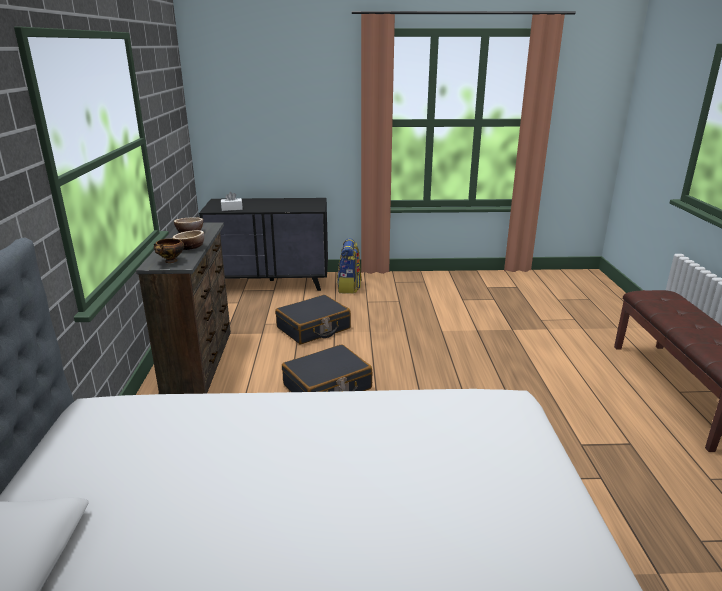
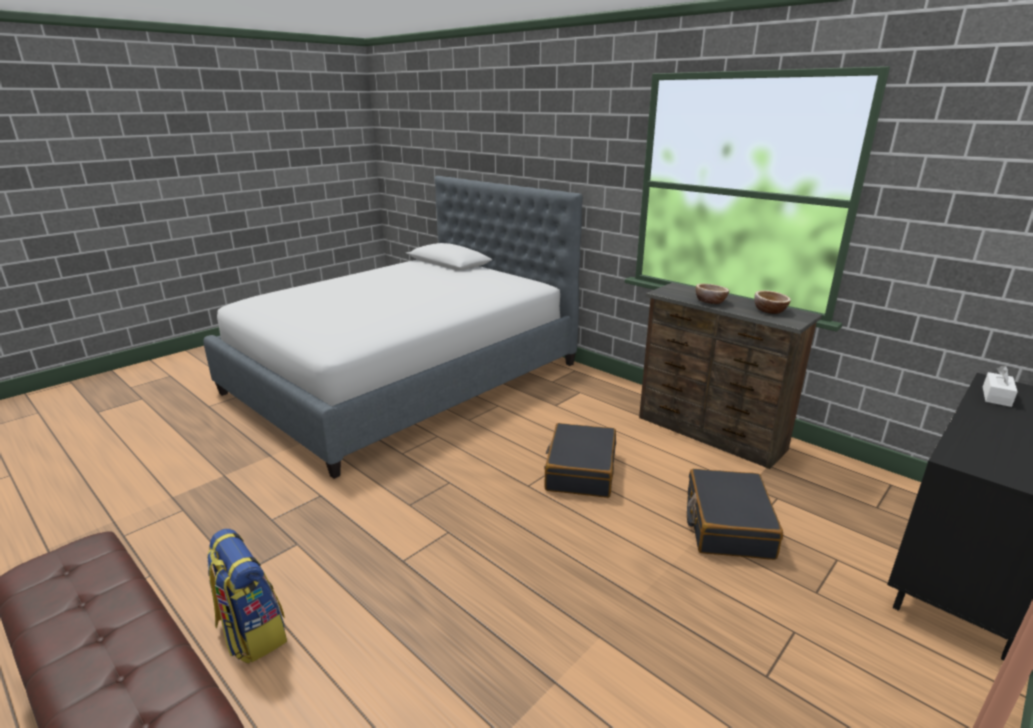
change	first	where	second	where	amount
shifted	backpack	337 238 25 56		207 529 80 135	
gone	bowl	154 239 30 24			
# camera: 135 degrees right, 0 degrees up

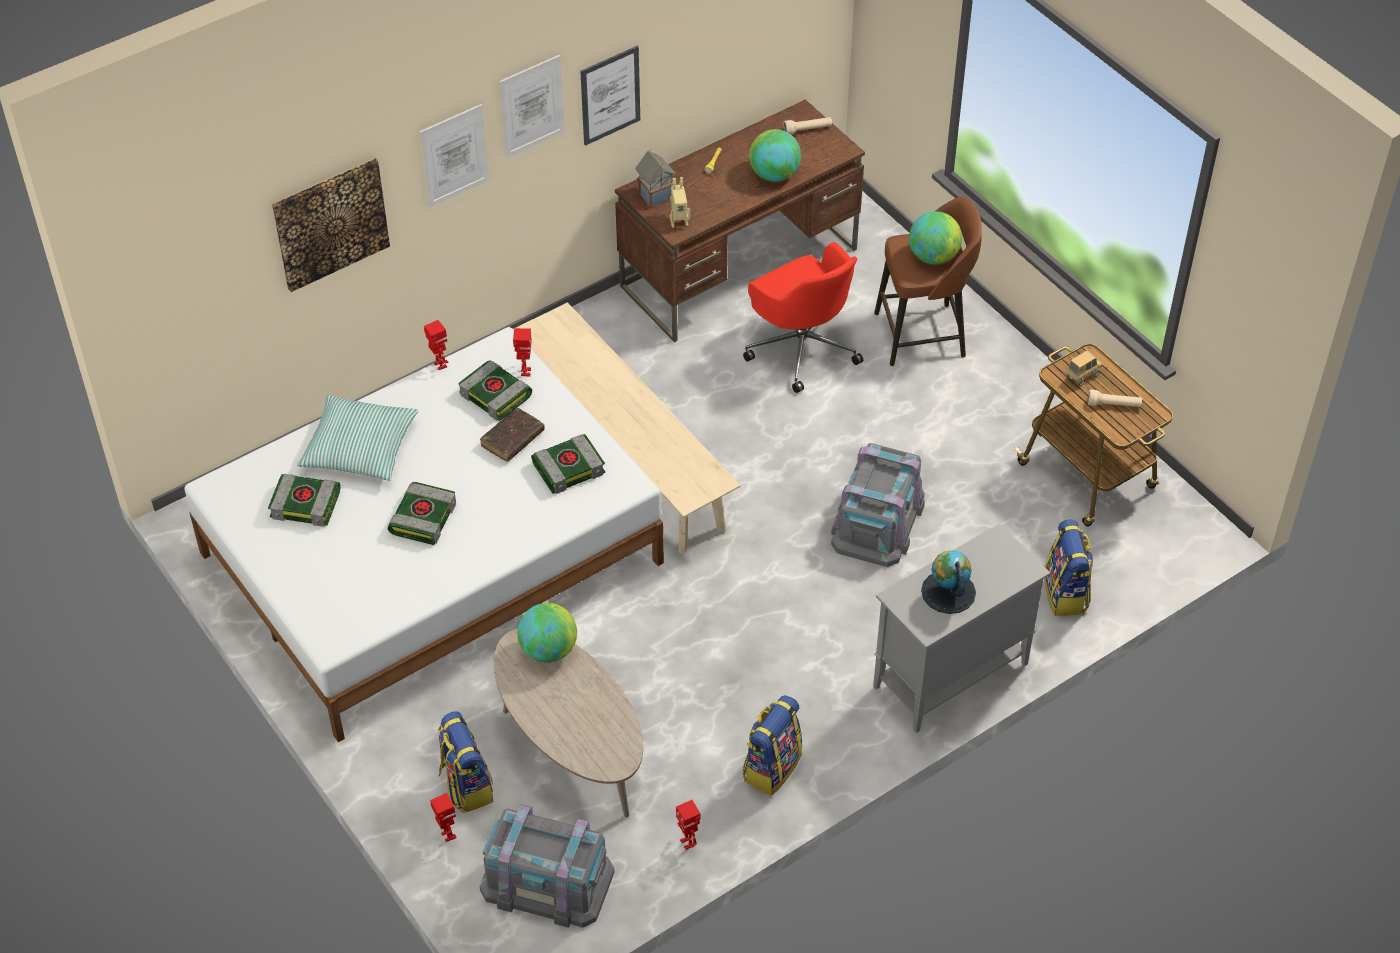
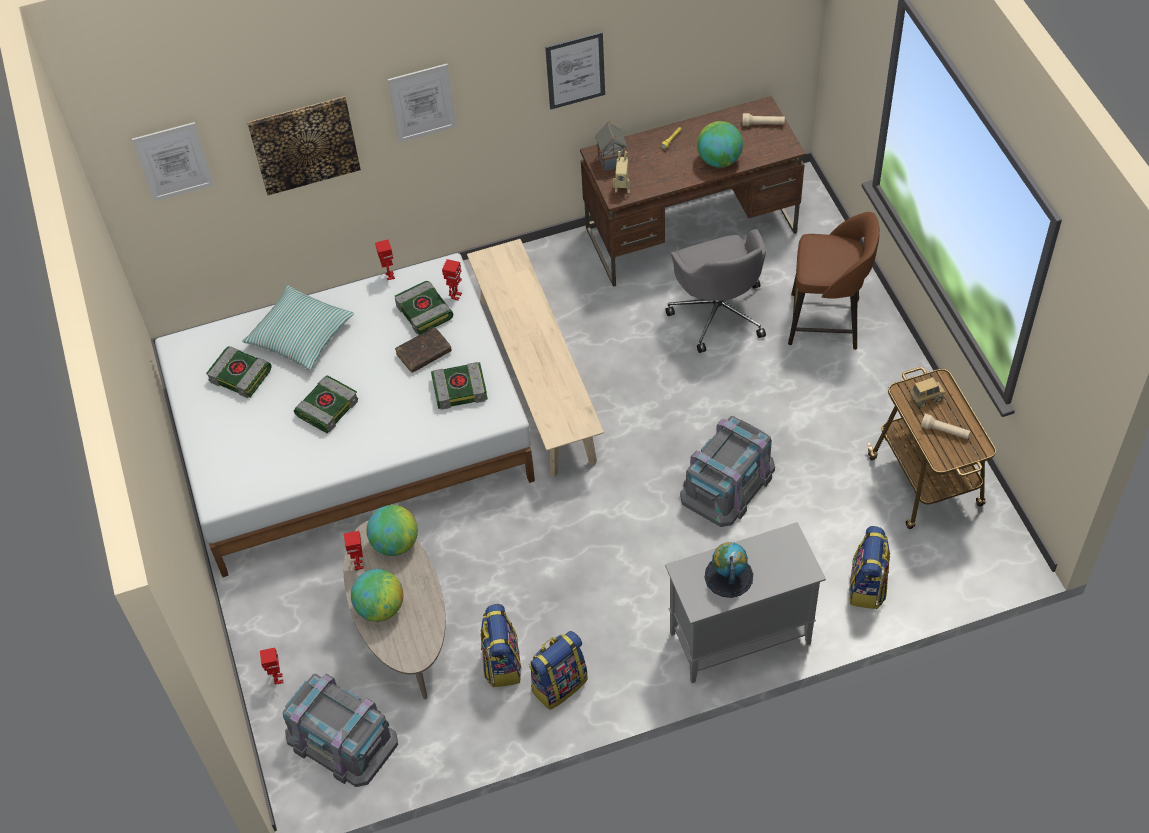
change	first	where	second	where	amount
shifted	picture	499 55 66 103		132 122 82 79	
shifted	globe	909 211 53 54		351 569 52 53	
repainted	office chair (red)	743 242 120 151	office chair (grey)	666 229 100 124	
shifted	backpack	438 711 55 102		481 604 41 83	
shifted	toy robot	676 800 24 50		344 531 19 40	
# camera: 20 degrees right, 5 degrees up

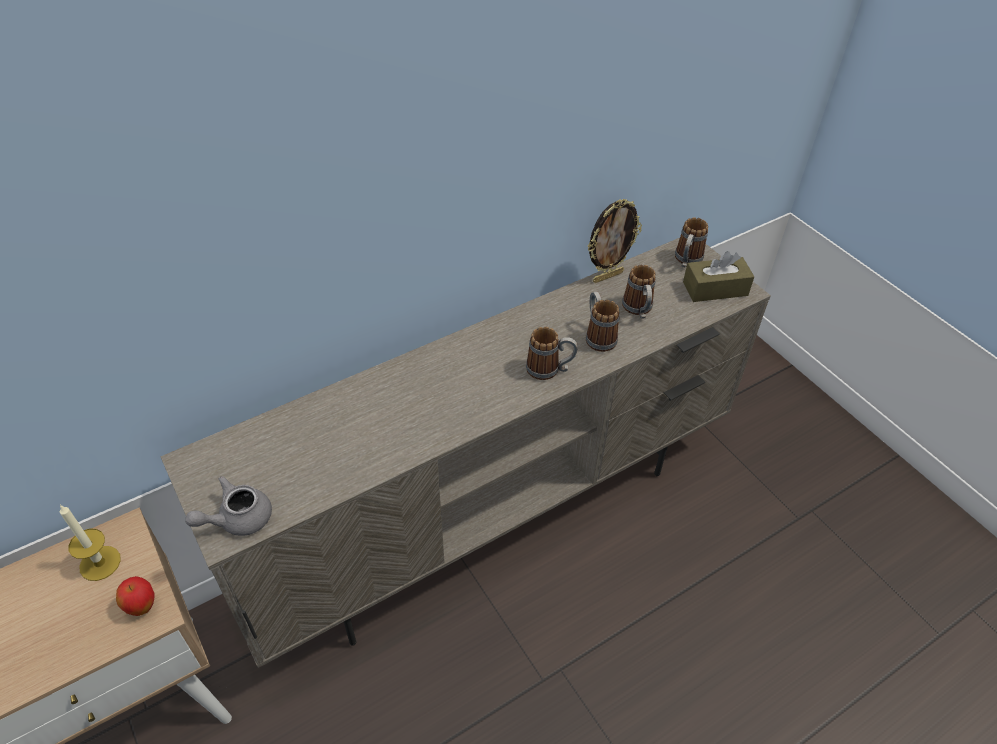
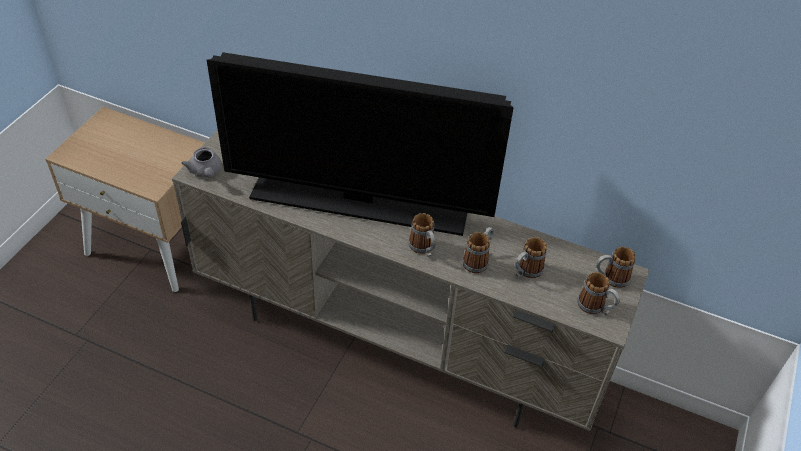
change	first	where	second	where	amount
gone	picture frame	588 199 54 84			
swapped	tissue box (brown)	683 251 71 51	mug	577 272 43 43	
rotated	teapot (grey)	185 476 87 60		181 148 41 29	135 degrees counterclockwise
gone	candle	60 504 61 77			
gone	apple	116 576 39 40			
new			television	207 52 307 184	
# camera: 55 degrees right, 0 degrees up

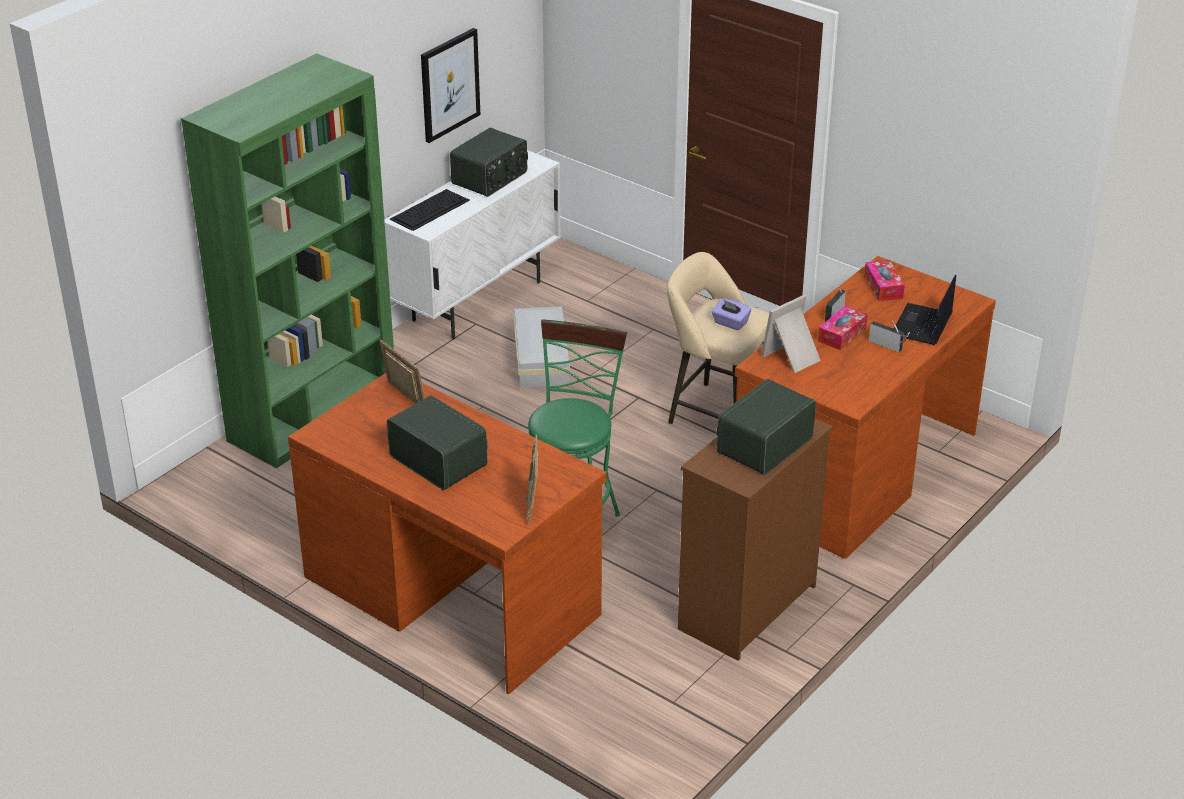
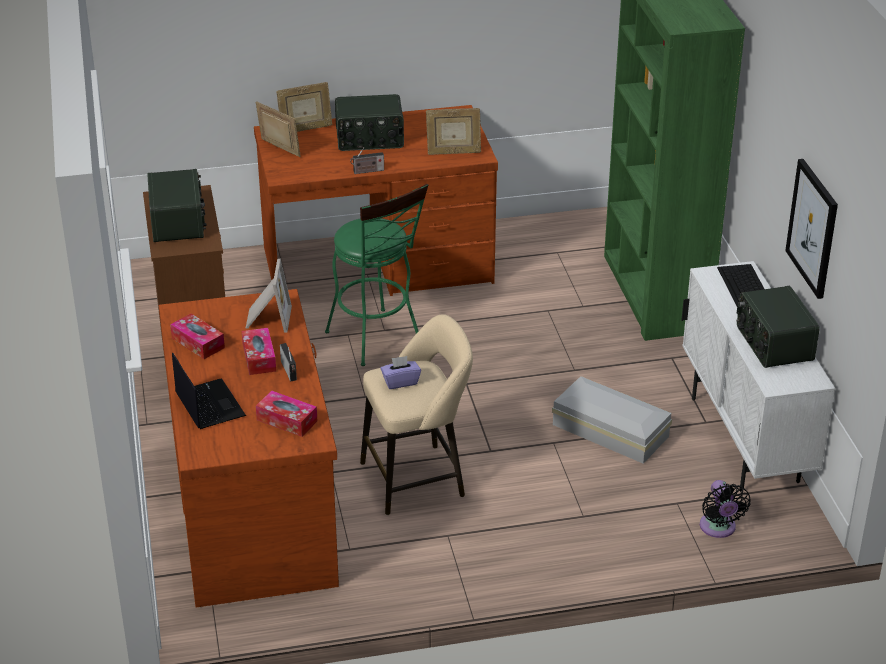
change	first	where	second	where	amount
shifted	radio	869 320 37 32		350 147 34 27	
new			picture frame	276 82 56 50	
new			tissue box	170 314 55 45	
new			fan (black)	700 480 50 58	
# camera: 130 degrees right, 0 degrees up

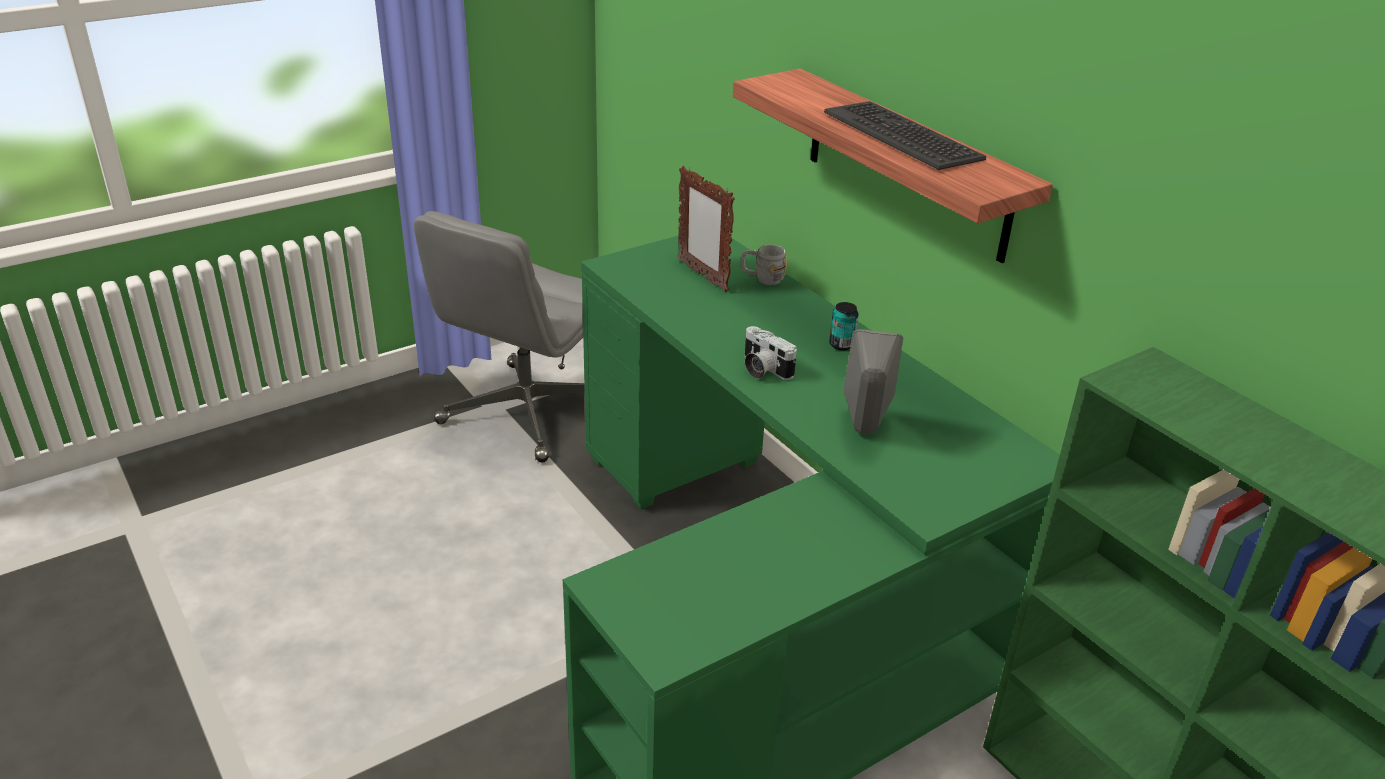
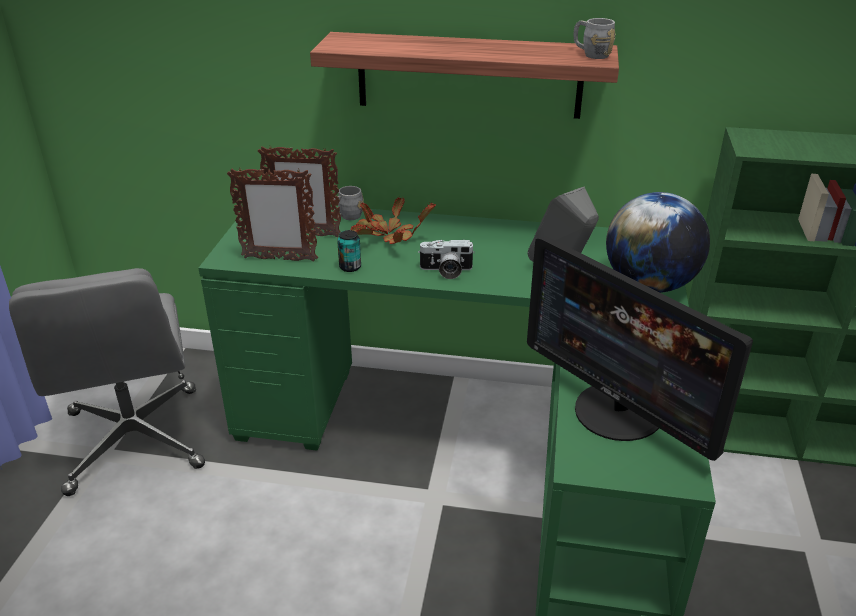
change	first	where	second	where	amount
gone	keyboard	824 101 162 69			
shifted	can	829 302 30 49		337 230 24 42	
new			mug (grey)	573 18 43 41	
new			picture frame	227 168 91 94	
new			globe	606 192 104 101	
new			potted plant	351 197 85 47	
new			monitor	527 236 226 225	
# camera: 45 degrees left, 0 degrees up

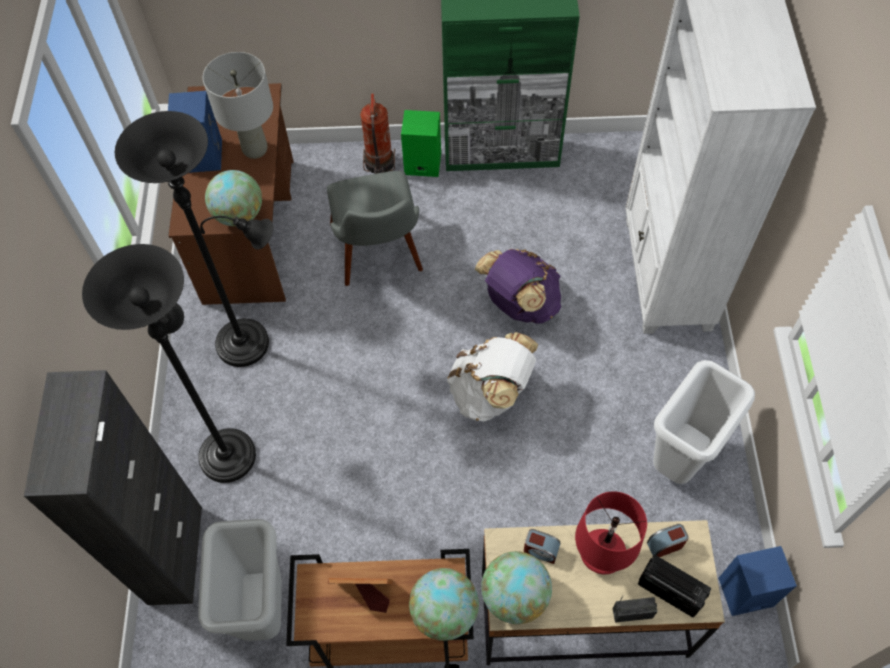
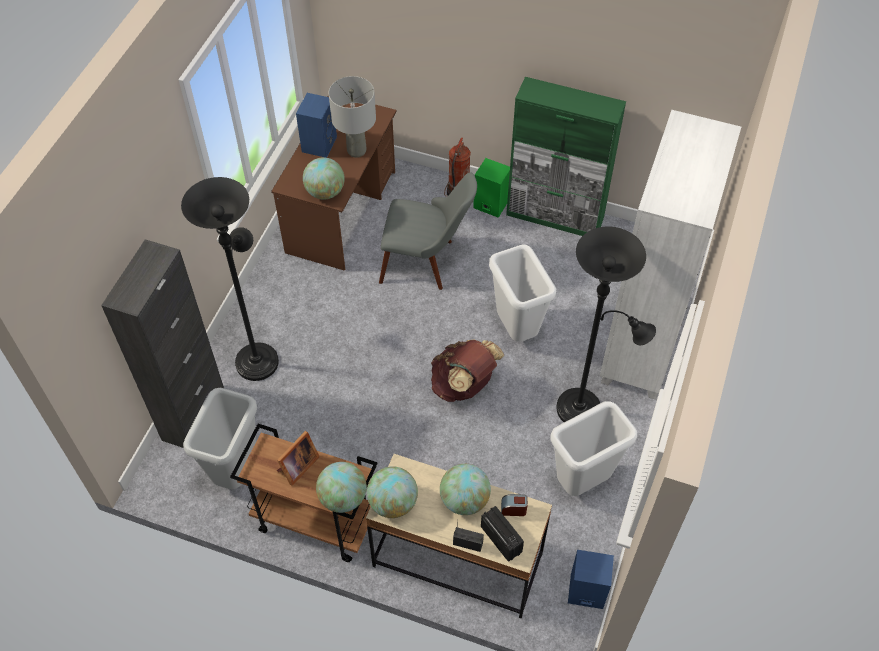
change	first	where	second	where	amount
shifted	floor lamp (black)	115 111 158 256		556 227 100 195	
rotated	chair (grey)	327 171 96 115		379 172 98 118	90 degrees counterclockwise
swapped	backpack (purple)	475 249 86 74	trash can (white)	489 244 67 98	
repainted	backpack (white)	447 332 91 89	backpack (brown)	431 339 73 63	
swapped	table lamp (red)	575 492 72 82	globe	440 464 51 51	
gone	alarm clock	524 529 36 35			
rotated	picture frame	328 578 64 35		277 431 43 55	105 degrees clockwise
# camera: 20 degrees right, 5 degrees down

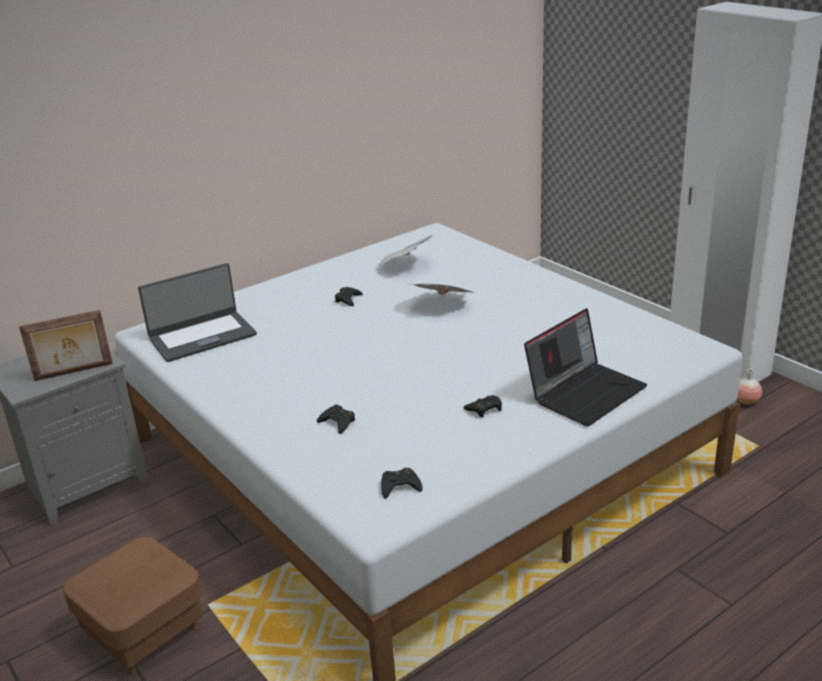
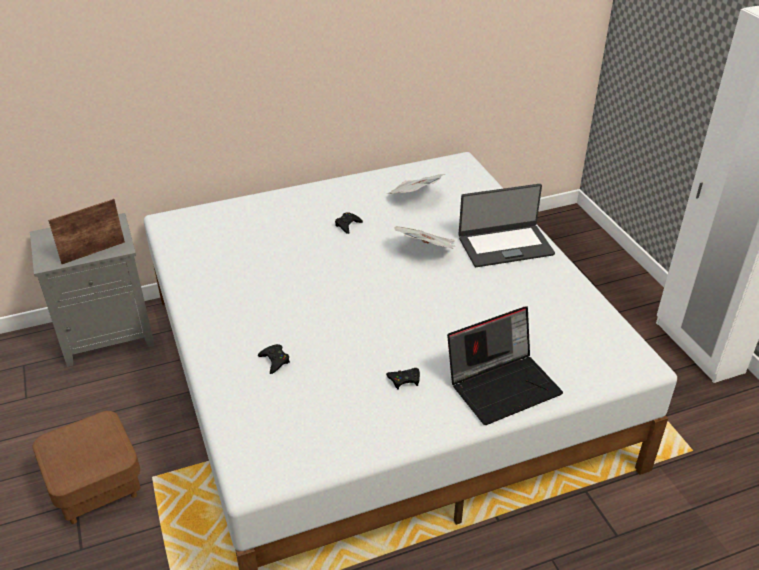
change	first	where	second	where	amount
shifted	laptop	138 263 119 99		458 184 97 83	
rotated	picture frame	19 310 94 71		48 199 77 65	150 degrees clockwise
gone	vase	737 369 25 36			
gone	game controller (black)	381 468 42 31			
# camera: 15 degrees right, 10 degrees up

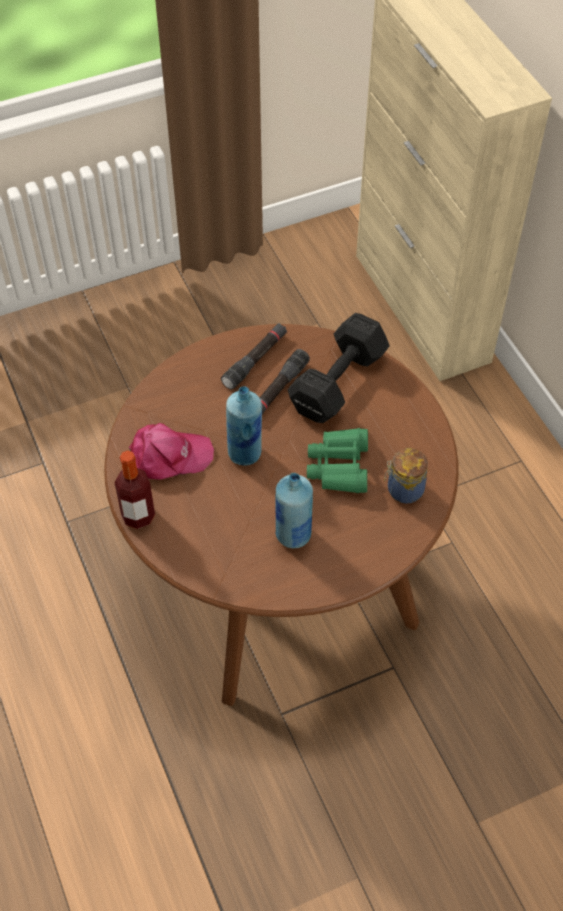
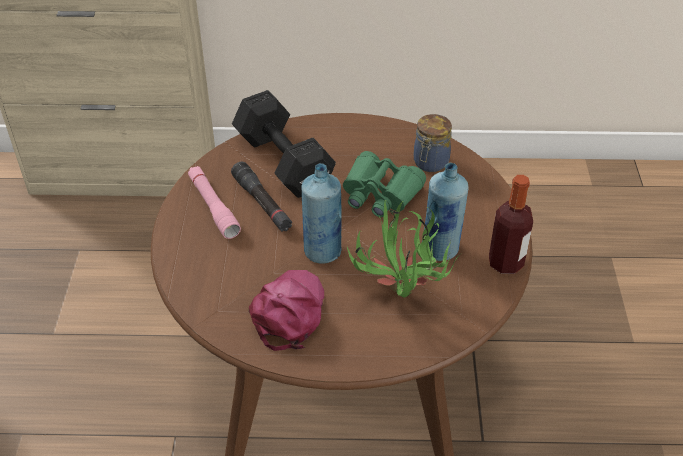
change	first	where	second	where	amount
repainted	flashlight (black)	221 323 66 67	flashlight (pink)	188 166 53 73	
shifted	bottle	115 450 40 79		489 175 44 99	
new			potted plant	347 200 113 97	
# camera: 65 degrees left, 10 degrees down

